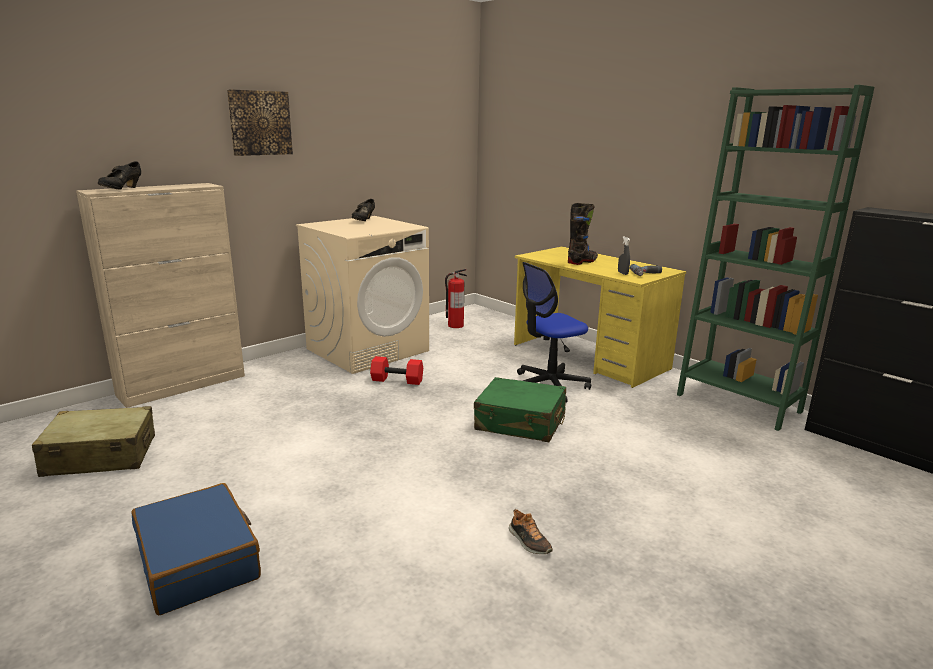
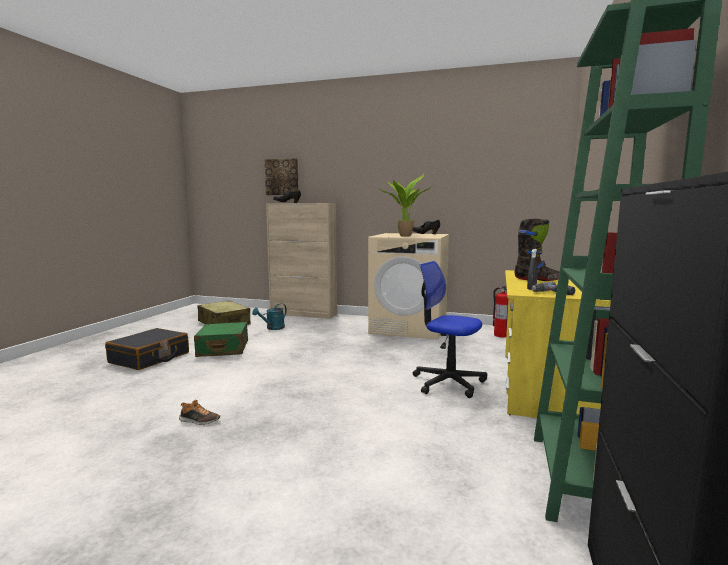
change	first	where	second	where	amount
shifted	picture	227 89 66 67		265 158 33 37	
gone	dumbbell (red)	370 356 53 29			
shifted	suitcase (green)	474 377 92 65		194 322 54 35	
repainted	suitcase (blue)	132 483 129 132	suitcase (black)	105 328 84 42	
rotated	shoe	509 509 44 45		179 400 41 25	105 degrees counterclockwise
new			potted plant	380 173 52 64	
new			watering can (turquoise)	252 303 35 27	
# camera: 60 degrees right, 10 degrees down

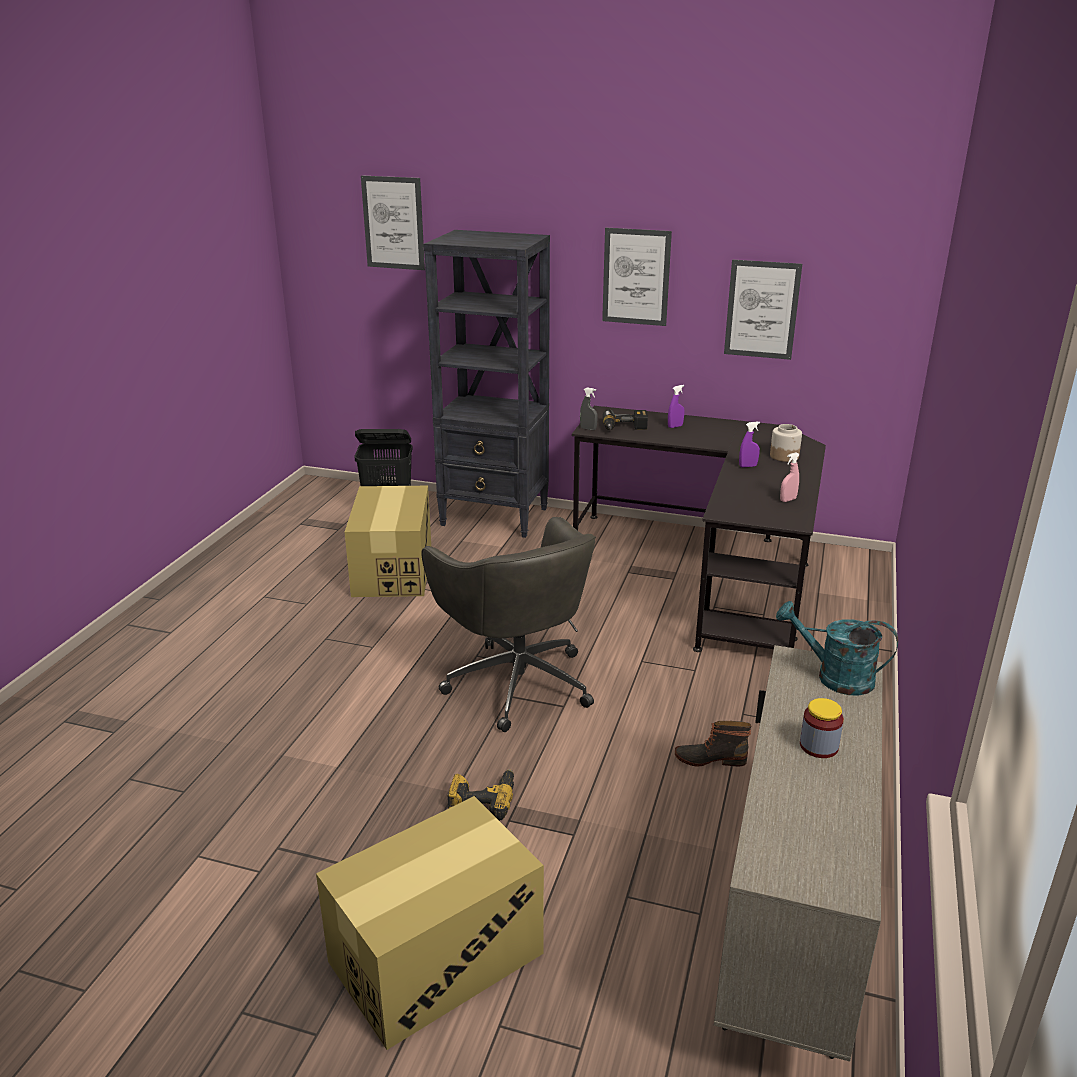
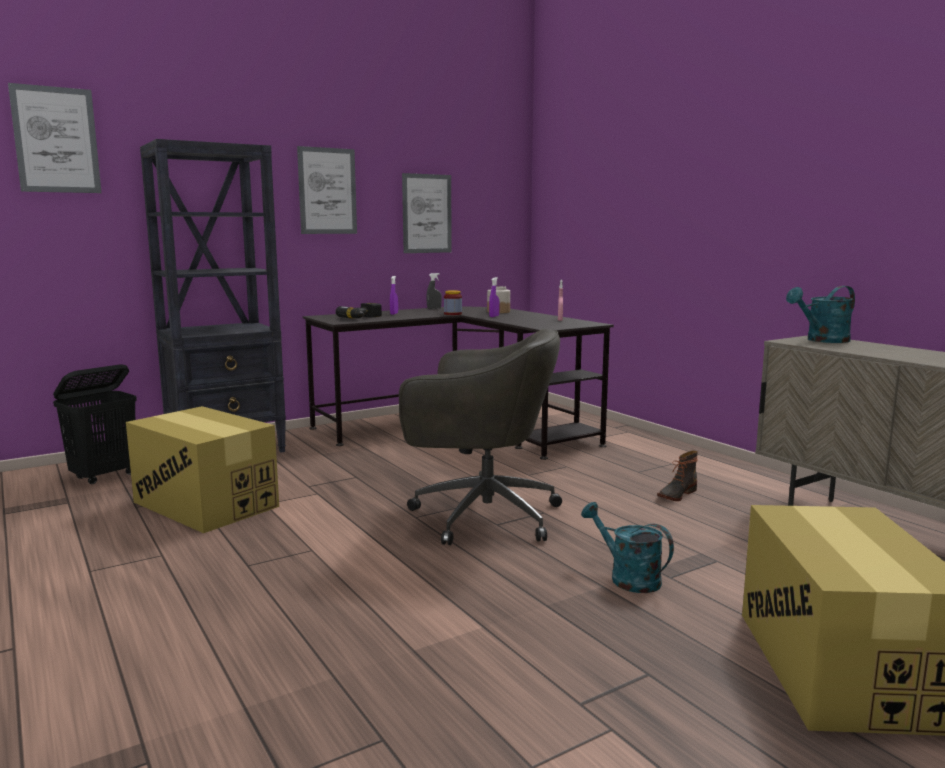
change	first	where	second	where	amount
shifted	spray bottle (grey)	580 388 18 42		426 273 16 36	
shifted	jar	800 698 44 60		444 290 18 25	
swapped	power drill	447 769 67 52	watering can (turquoise)	581 502 93 91	
# camera: 50 degrees left, 15 degrees down

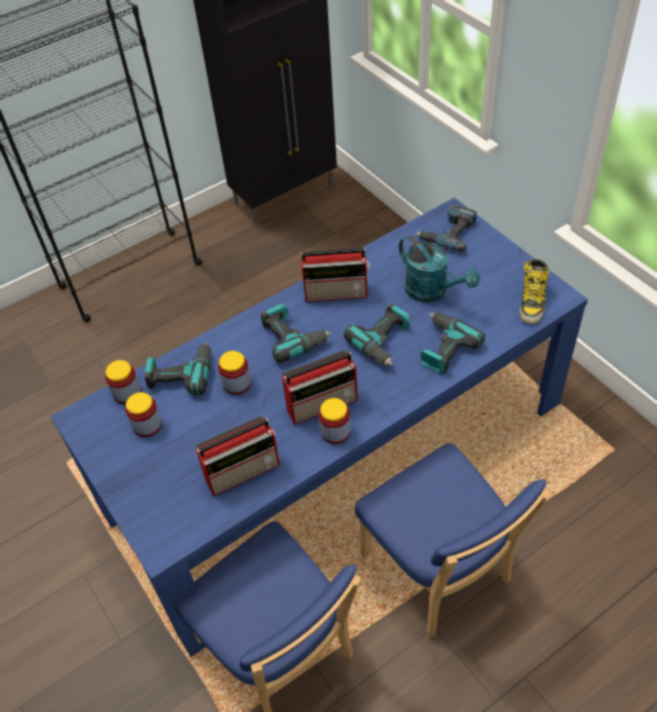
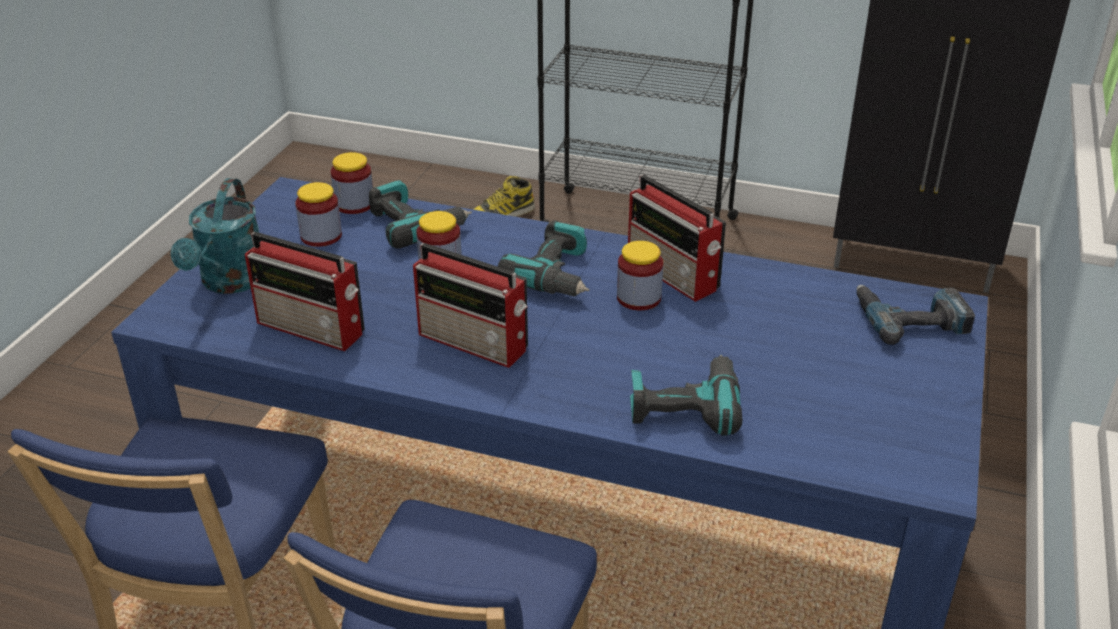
change	first	where	second	where	amount
shifted	watering can (turquoise)	399 236 81 66		170 178 91 116	
shifted	boot	519 259 30 65		473 176 62 41	
gone	power drill	344 304 66 62			
shifted	jar	318 398 33 46		617 241 46 69	
# camera: 50 degrees right, 15 degrees down

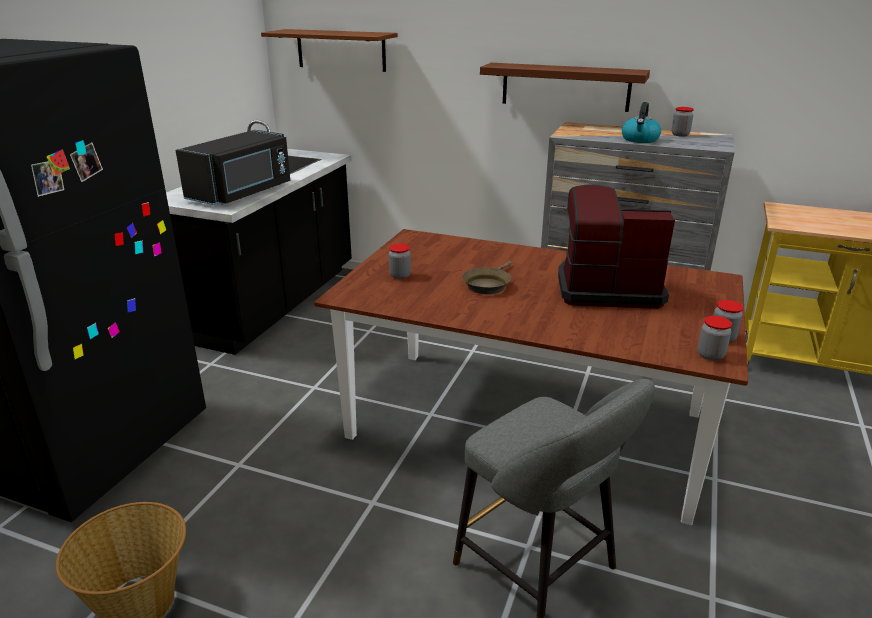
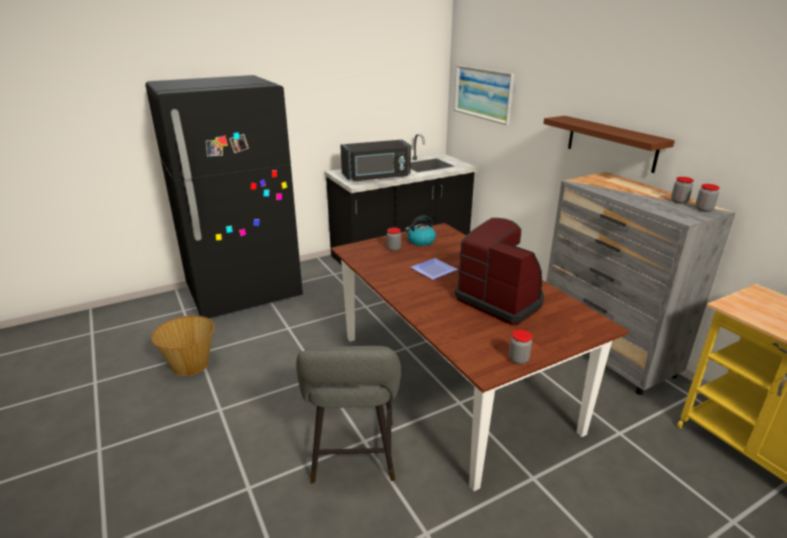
change	first	where	second	where	amount
swapped	shelf (brown)	261 29 137 43	picture	454 65 60 60	
shifted	kettle	622 102 39 41		405 215 31 31	
swapped	frying pan (brown)	462 261 50 33	plate	410 258 48 22	
shifted	jar	698 316 34 45		695 184 25 28	
# camera: 40 degrees right, 0 degrees up

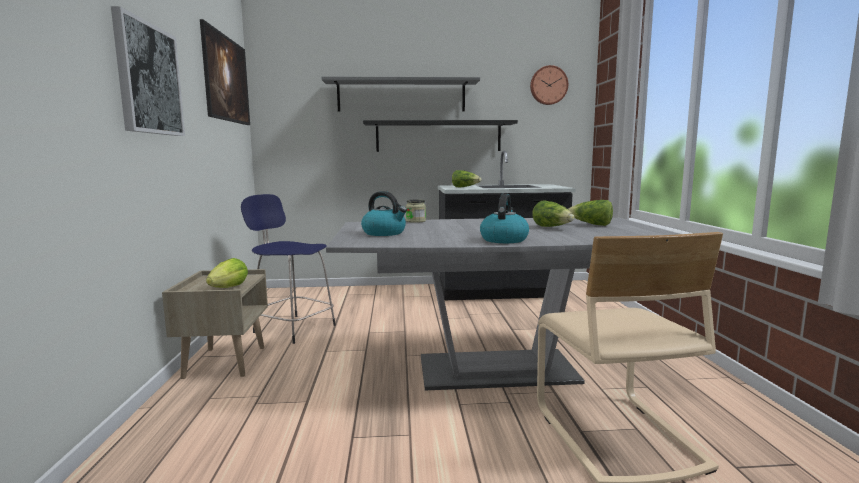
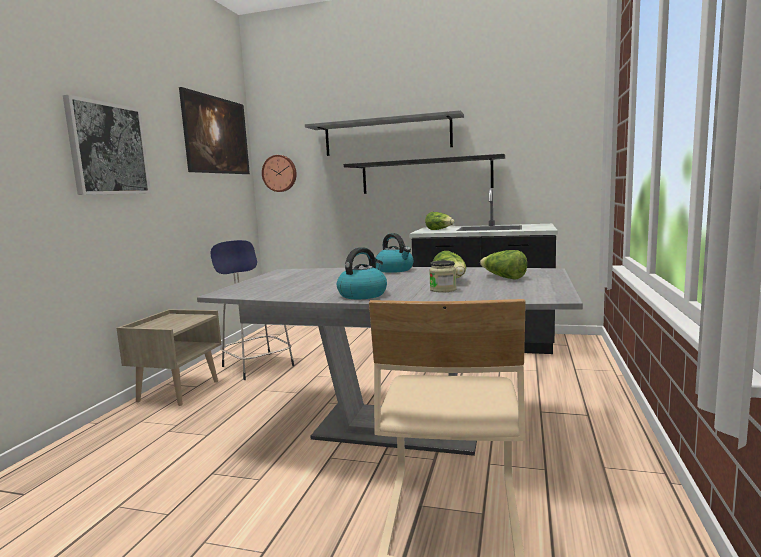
change	first	where	second	where	amount
shifted	wall clock	530 65 38 40		262 155 35 37	
shifted	kettle	361 191 46 45		376 233 38 40	
shifted	jar	406 199 20 24		429 260 27 33	
gone	lettuce	206 258 42 30			
# camera: 20 degrees right, 0 degrees up

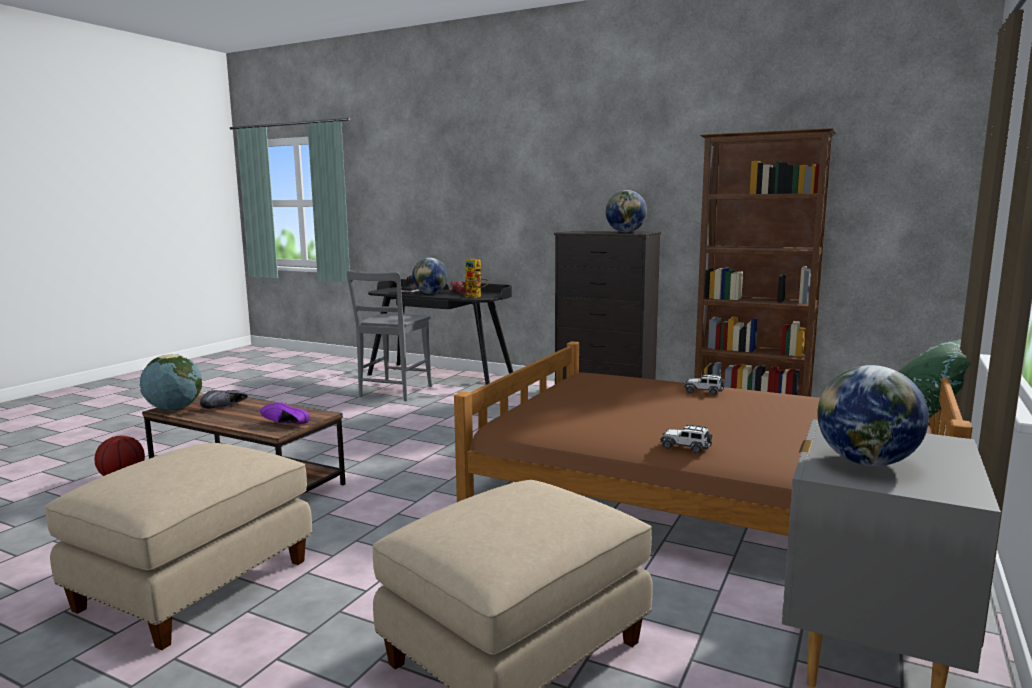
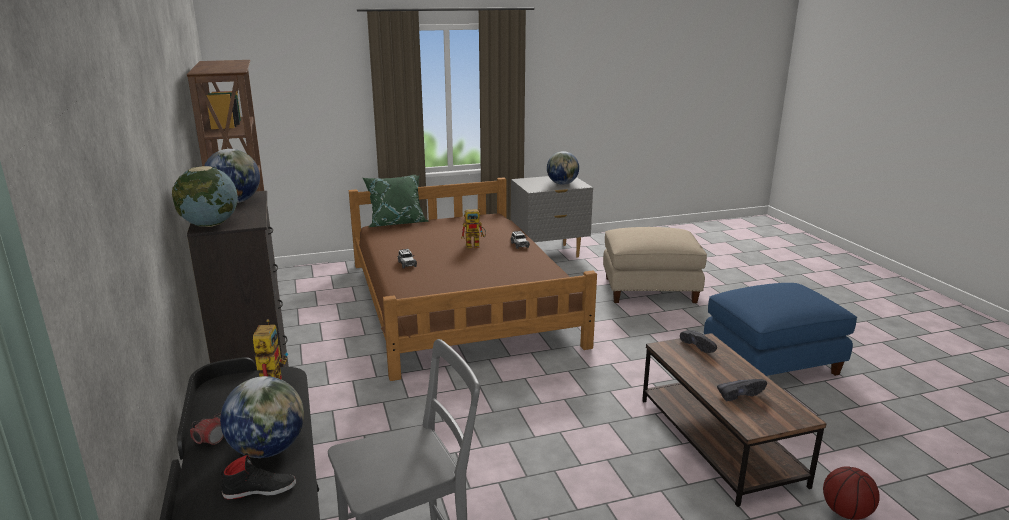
change	first	where	second	where	amount
shifted	globe	140 354 62 57		172 166 66 61	
repainted	shoe (purple)	260 402 50 22	shoe (black)	680 330 37 23	
repainted	ottoman (beige)	45 443 267 207	ottoman (blue)	704 283 153 93	
new			toy robot	461 208 25 40	
# camera: 135 degrees left, 10 degrees up

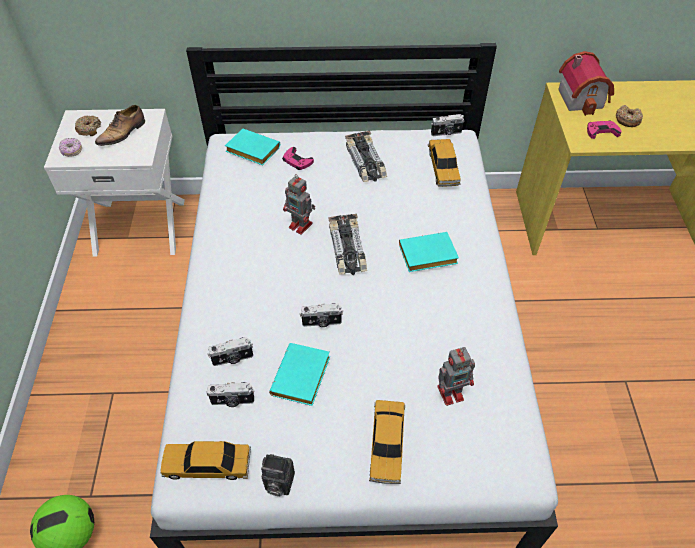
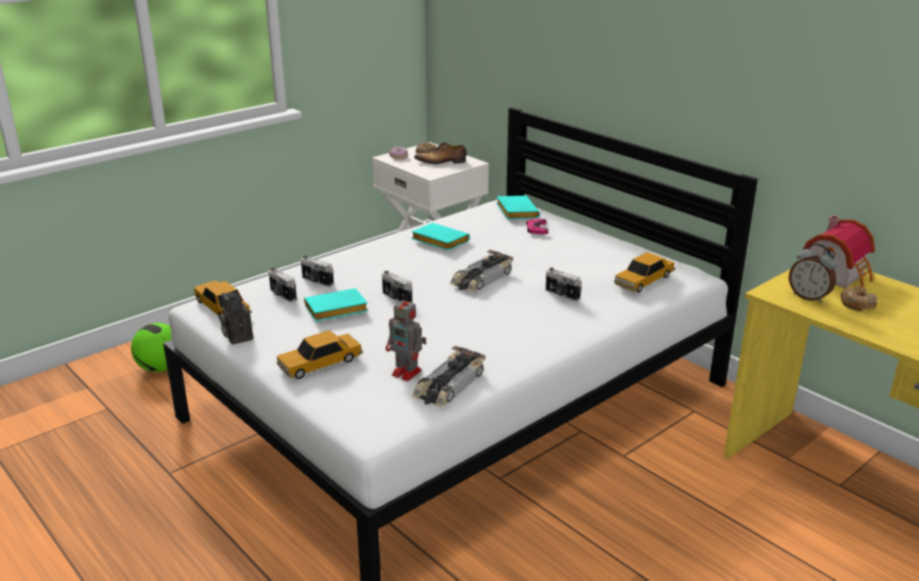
change	first	where	second	where	amount
shifted	photo camera	431 114 33 22		546 267 35 34	
swapped	game controller (pink)	587 120 34 19	alarm clock	789 244 48 59	
shifted	toy car	345 130 42 52		412 346 74 61	
gone	toy robot	283 174 32 61			
shifted	book (turquoise)	399 232 60 40		411 223 59 28	
# camera: 50 degrees right, 25 degrees down

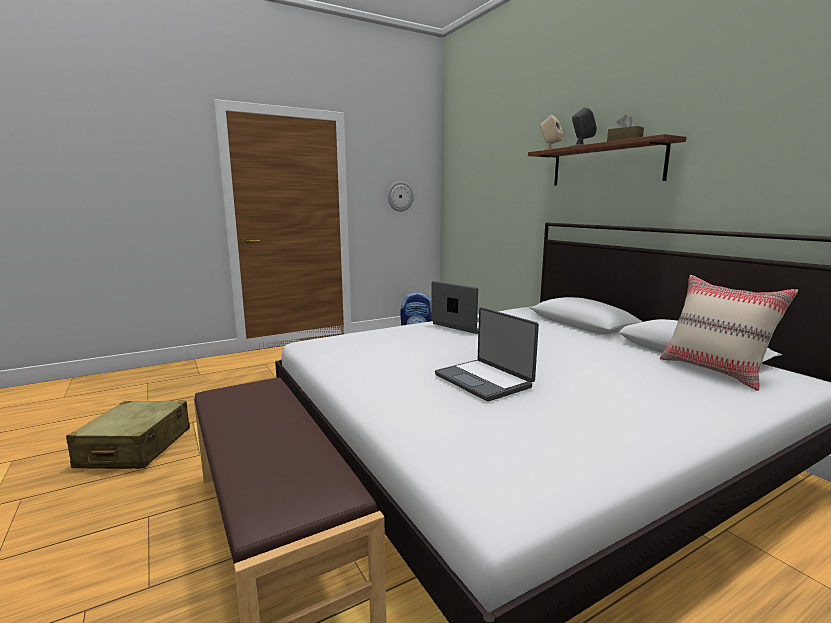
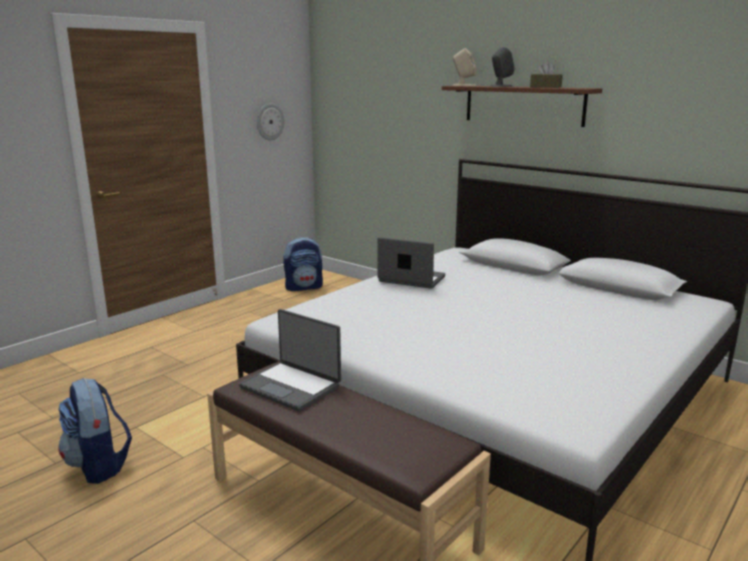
change	first	where	second	where	amount
gone	pillow (beige)	660 275 138 116			
shifted	laptop	435 307 104 95		239 309 102 102	
swapped	suitcase (beige)	66 401 124 68	backpack	58 378 74 106	
# camera: 20 degrees left, 5 degrees up

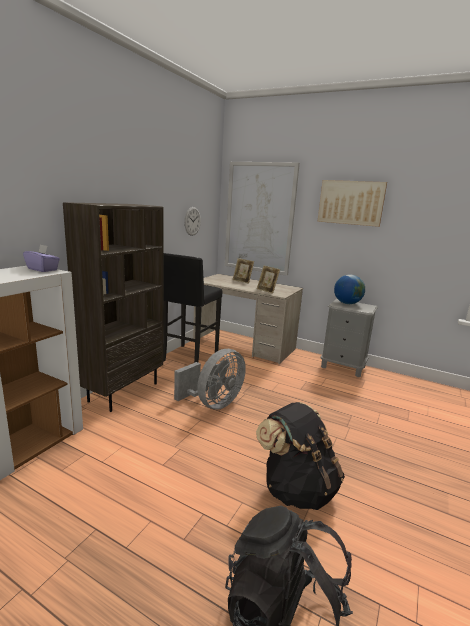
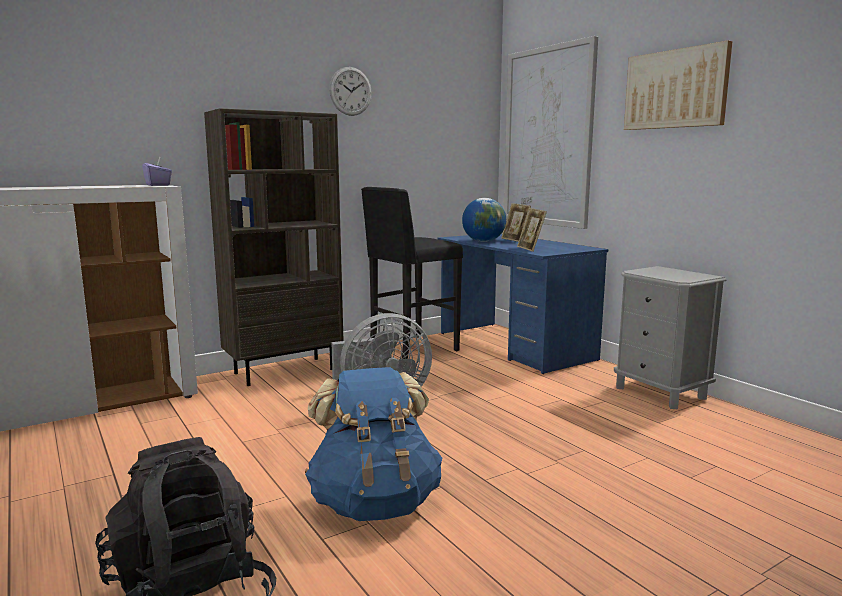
change	first	where	second	where	amount
shifted	wall clock	184 207 17 29		329 67 43 49	
repainted	desk (beige)	193 274 110 90	desk (blue)	438 234 170 140	
shifted	globe	334 275 31 29		462 198 44 44	
repainted	backpack (black)	256 402 89 108	backpack (blue)	305 367 137 154	
# camera: 30 degrees right, 5 degrees down

